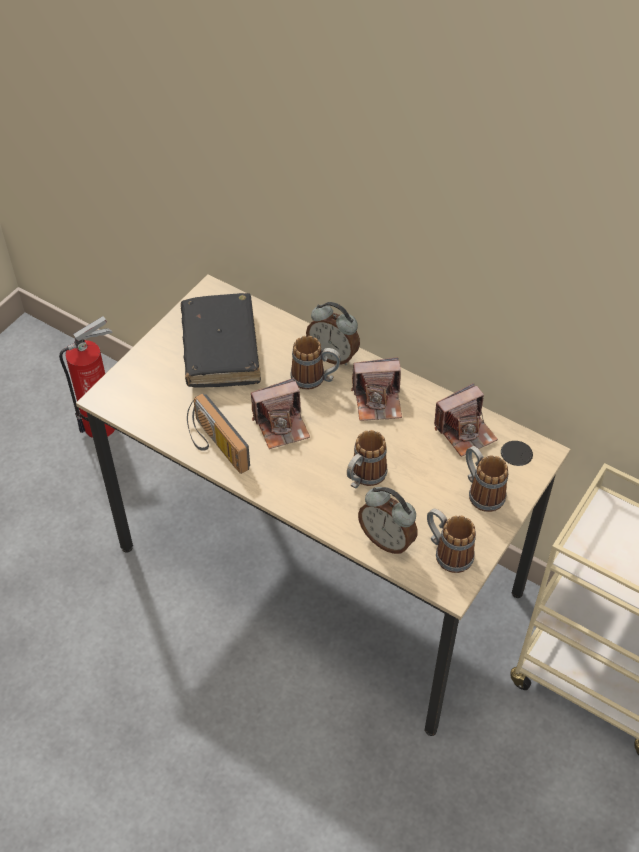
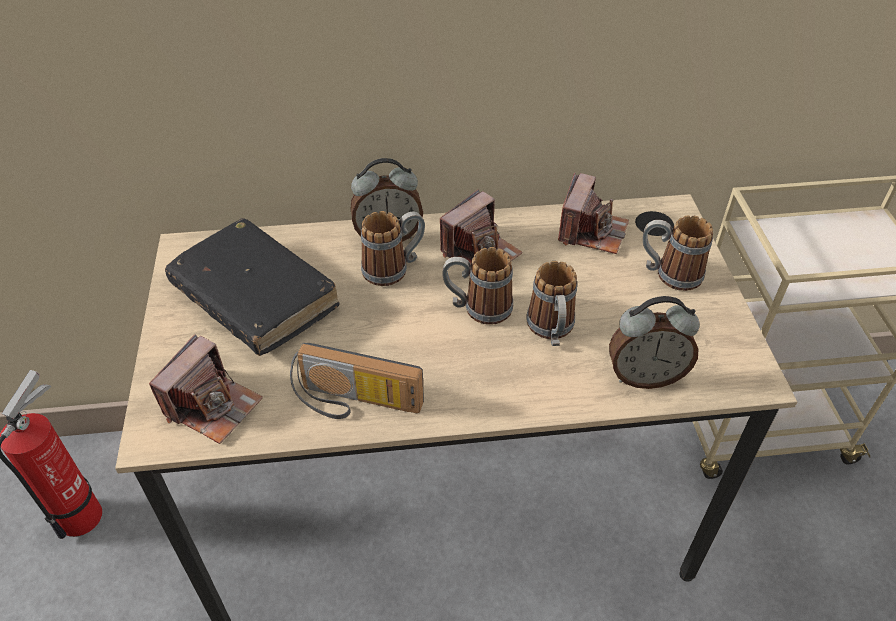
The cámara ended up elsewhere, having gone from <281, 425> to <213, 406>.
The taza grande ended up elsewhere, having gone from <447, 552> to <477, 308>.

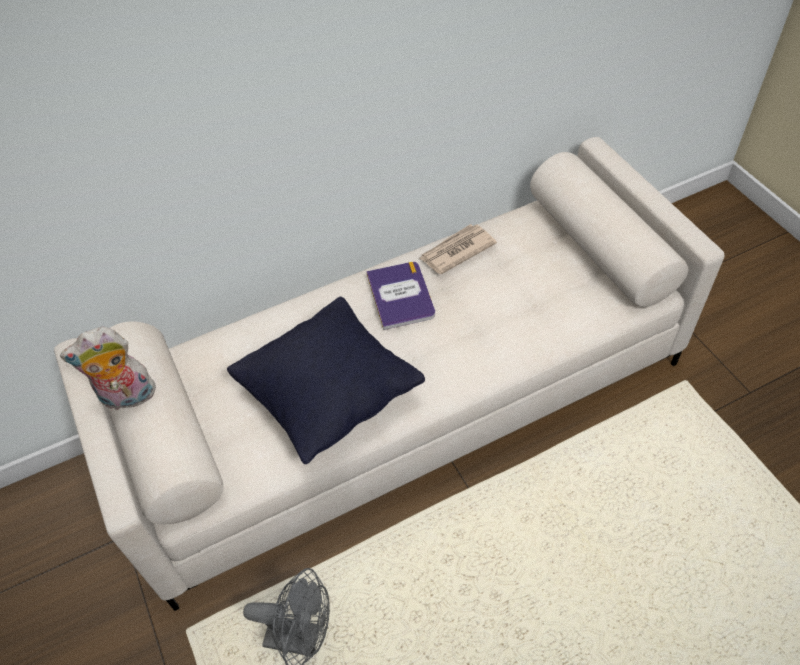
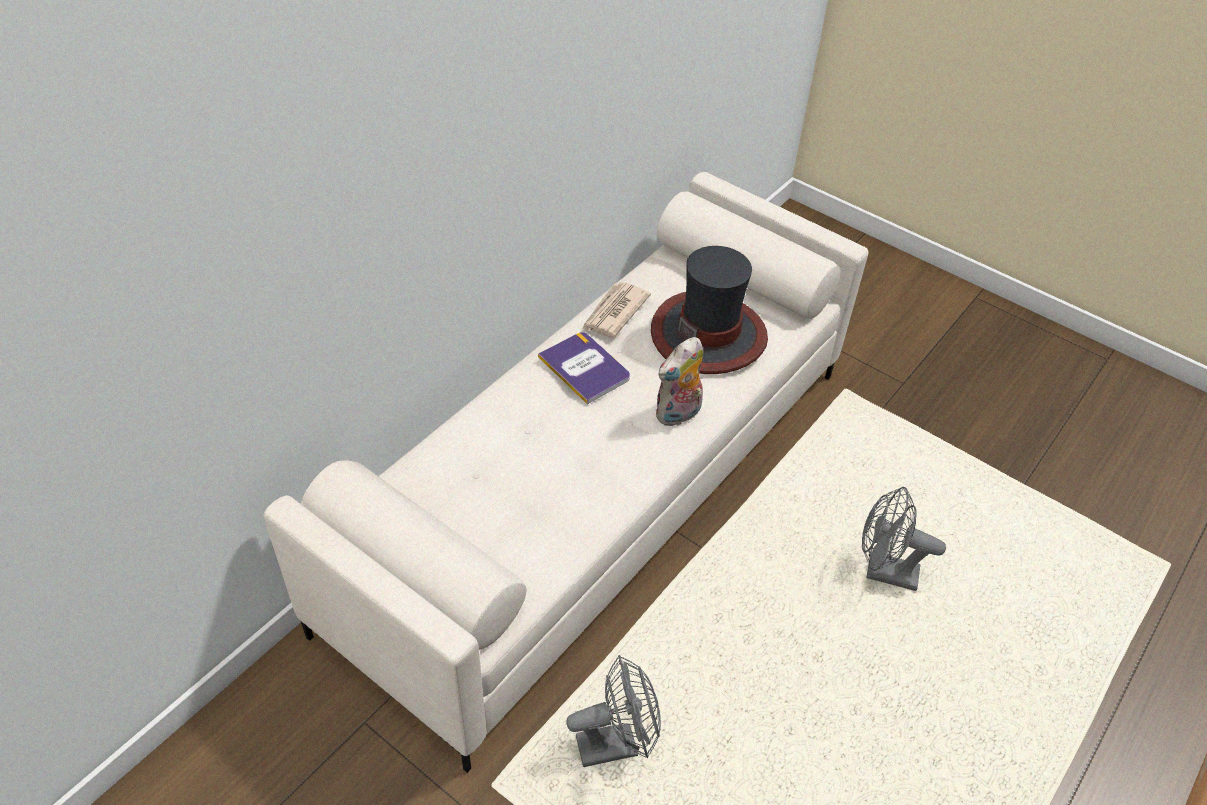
The second view gained the sombrero at <709, 334>.
The peluche ended up elsewhere, having gone from <127, 398> to <678, 415>.
The second view gained the ventilador/gris at <883, 572>.
The second view lost the cojín/negro at <329, 396>.

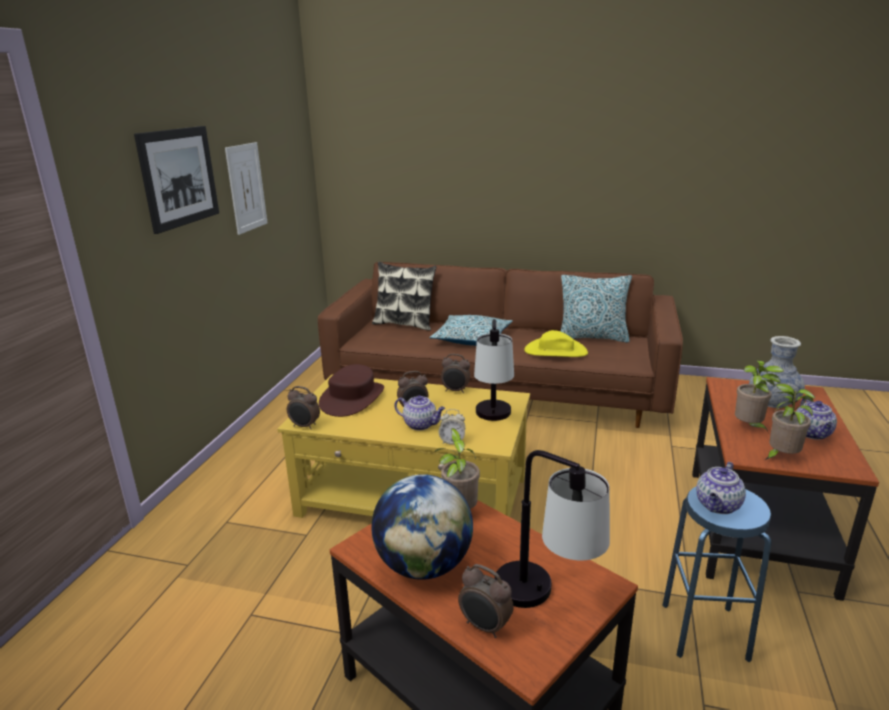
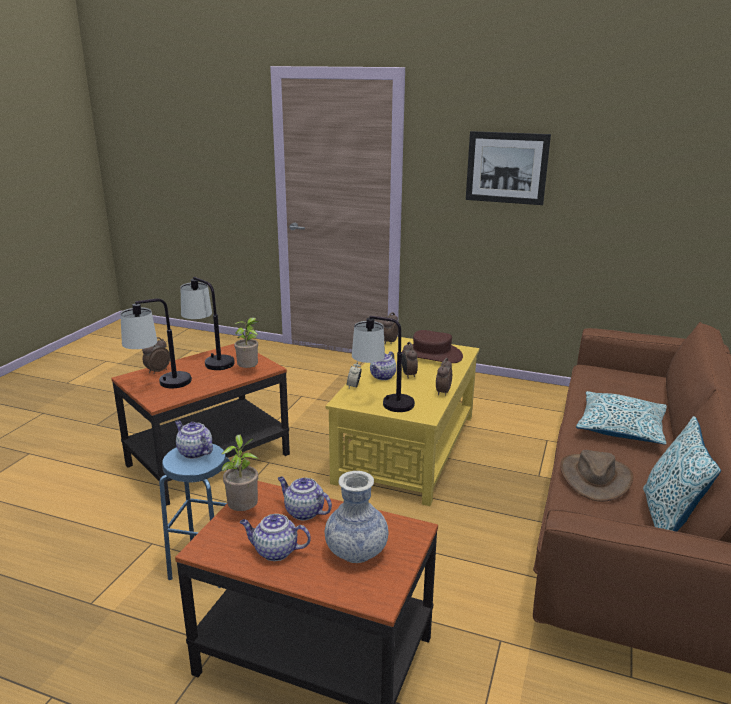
Where the globo terráqueo stood at <424, 565>, the lámpara de mesa came to stand at <209, 361>.
Where the planta en maceta stood at <749, 428>, the tetera came to stand at <303, 512>.
What was the sombrero/amarillo at <555, 351> turned into the sombrero/marrón at <594, 477>.
The second view lost the cuadro at <246, 187>.
The second view lost the cojín at <405, 324>.

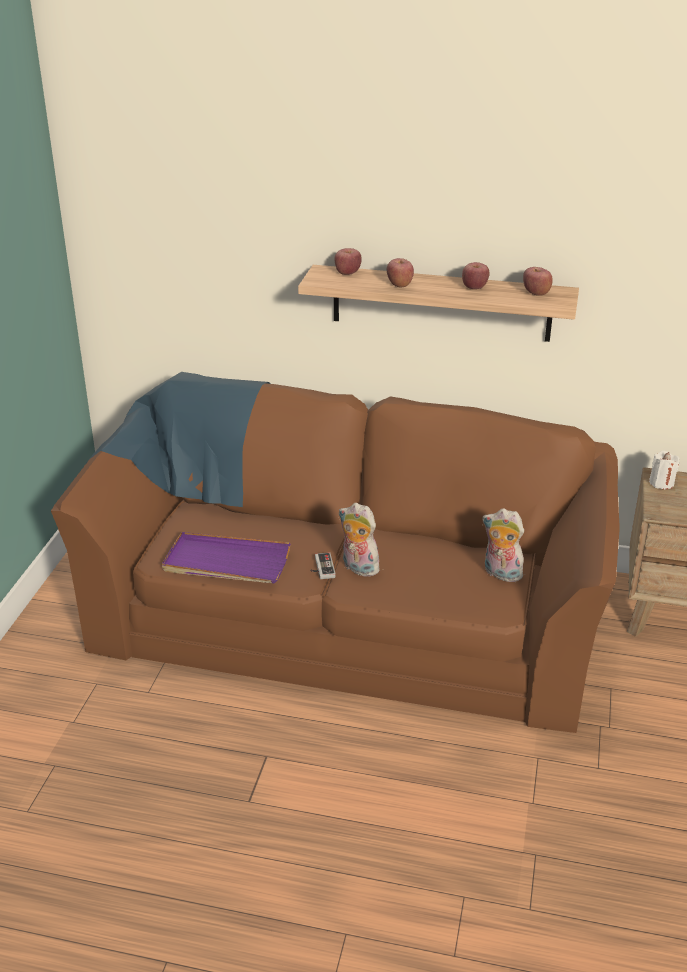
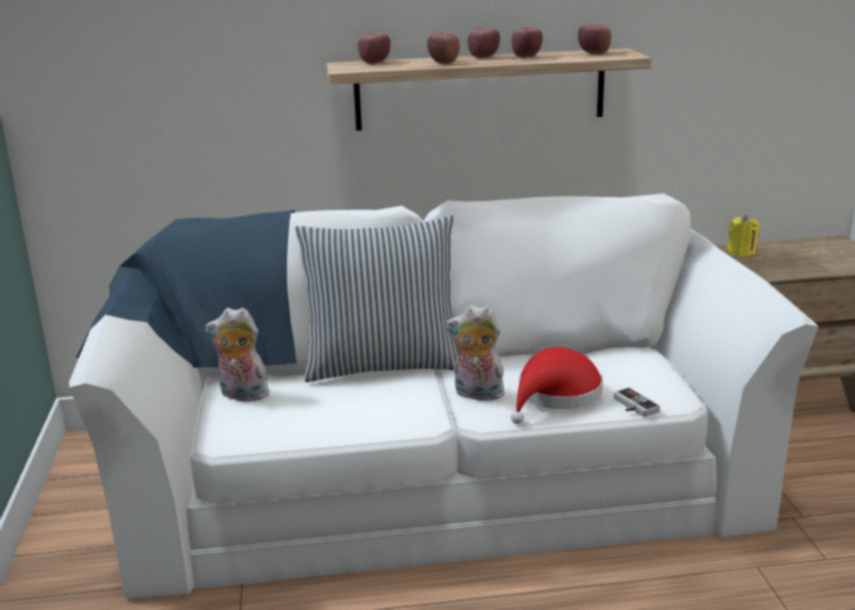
What was the sofá/marrón at <345, 613> turned into the sofá/blanco at <435, 477>.
The peluche ended up elsewhere, having gone from <500, 574> to <242, 396>.
The second view gained the cojín at <382, 365>.
The second view gained the manzana at <483, 57>.
The second view gained the sombrero/rojo at <556, 396>.
The mando de consola ended up elsewhere, having gone from <321, 568> to <632, 406>.
What was the vela/blanco at <661, 483> turned into the vela/amarillo at <741, 252>.
The second view lost the bandeja/morado at <226, 562>.

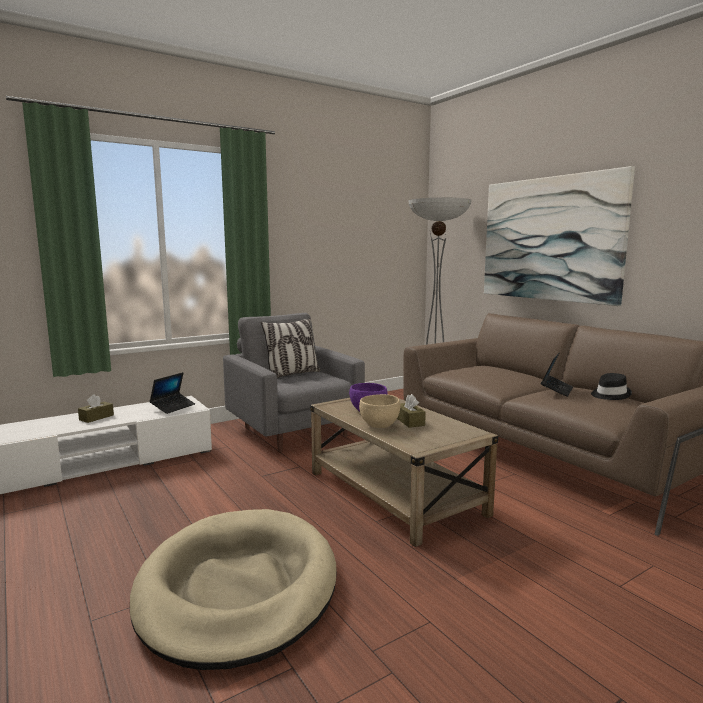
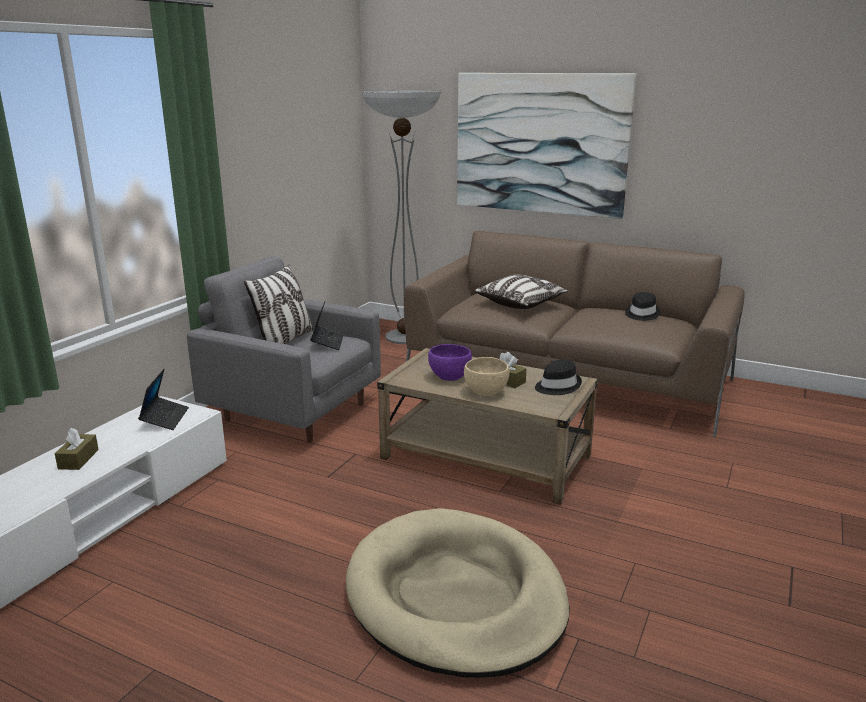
The portátil ended up elsewhere, having gone from <556, 390> to <327, 342>.
The second view gained the cojín at <520, 303>.
The second view gained the sombrero/negro at <557, 386>.

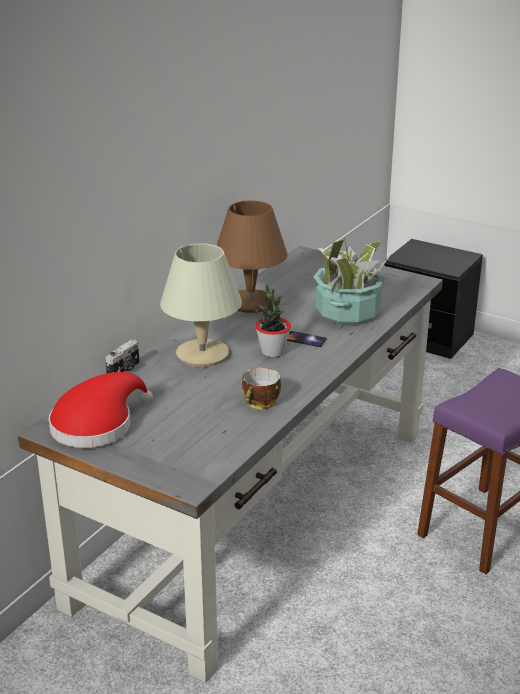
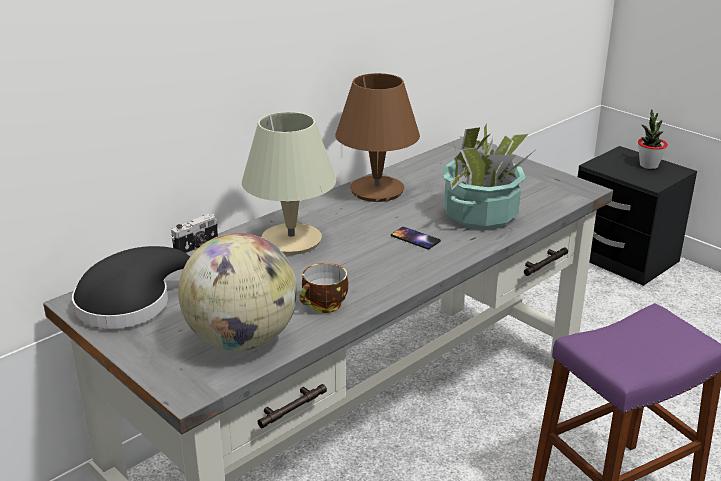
What was the sombrero/rojo at <97, 424> turned into the sombrero/negro at <131, 303>.
The second view gained the globo terráqueo at <242, 340>.
The planta en maceta ended up elsewhere, having gone from <272, 352> to <648, 165>.

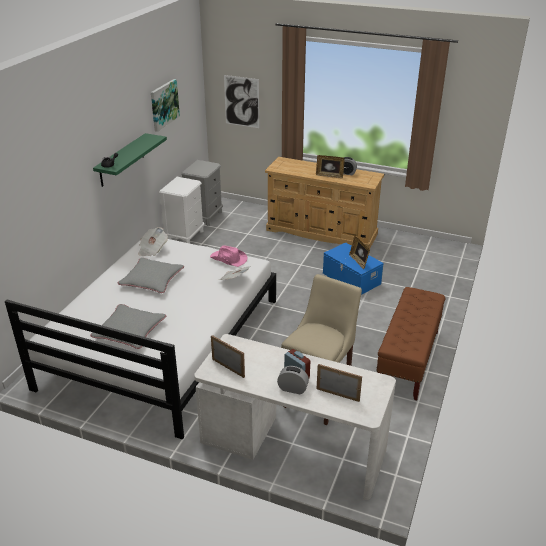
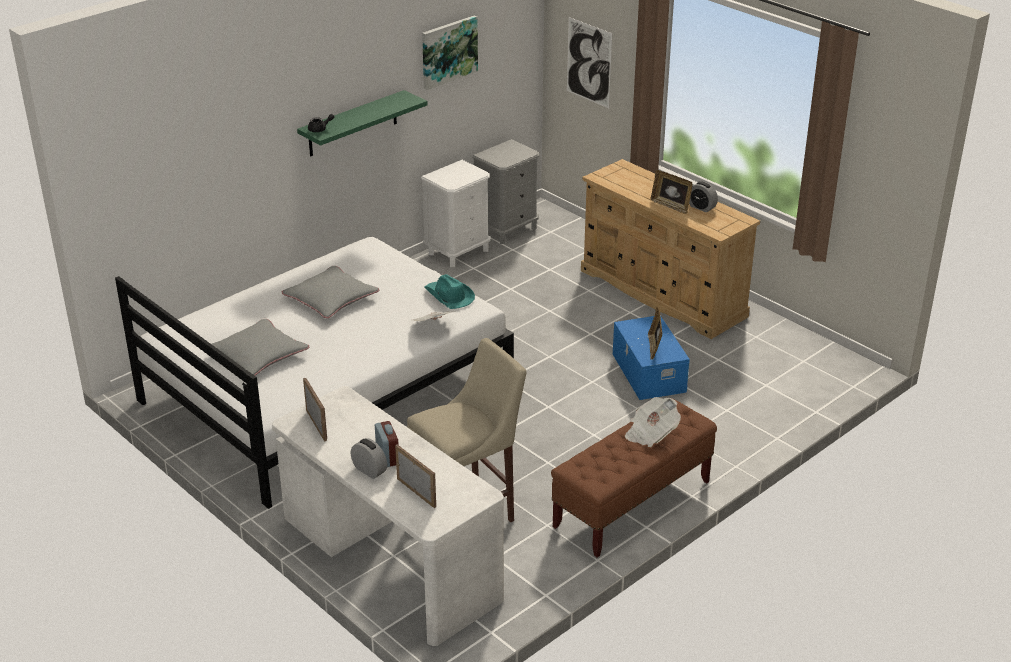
What was the sombrero/rosa at <228, 259> turned into the sombrero/turquesa at <449, 296>.
The periódico ended up elsewhere, having gone from <152, 249> to <651, 433>.

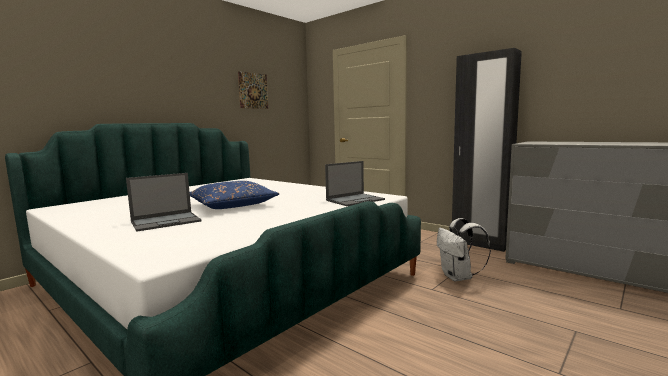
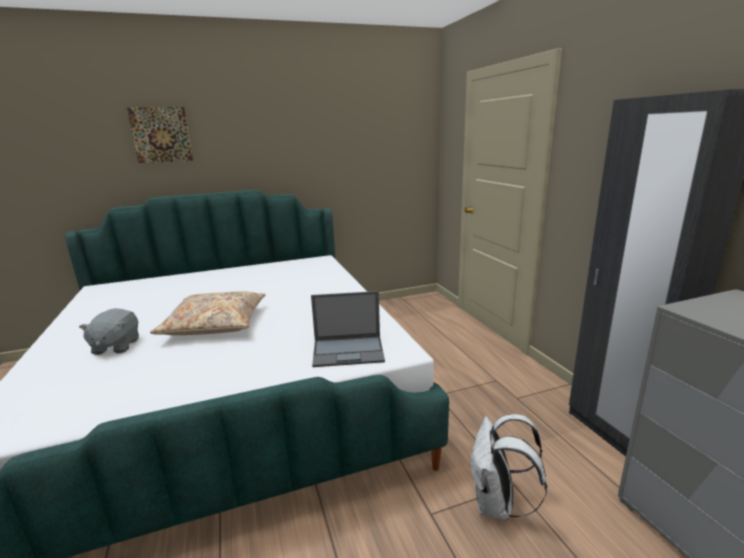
Where the portátil stood at <167, 221>, the peluche/gris came to stand at <116, 346>.
The cuadro ended up elsewhere, having gone from <253, 90> to <161, 135>.
What was the cojín/azul at <232, 205> turned into the cojín/beis at <215, 324>.

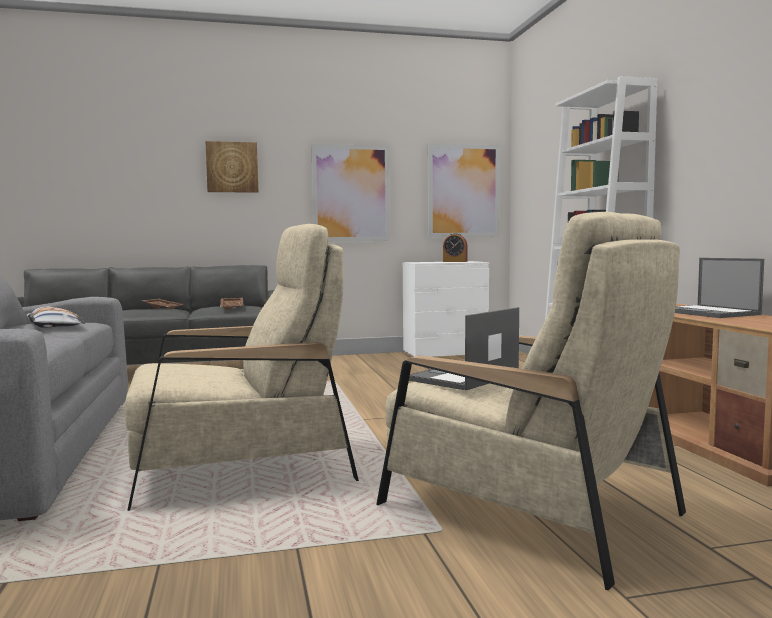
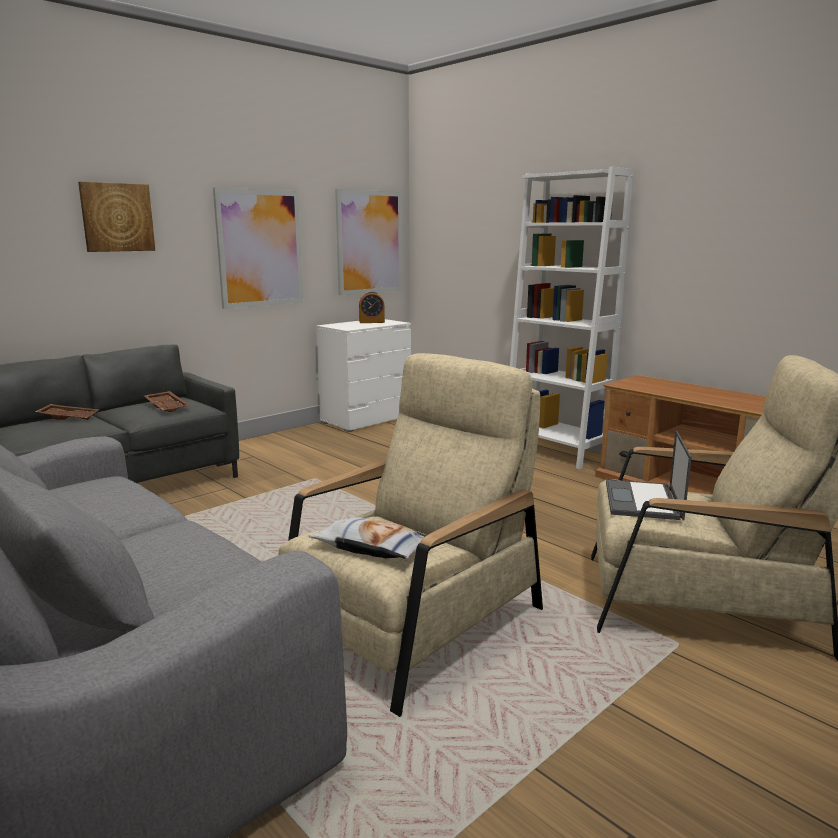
The cojín ended up elsewhere, having gone from <54, 326> to <371, 547>.
The second view lost the portátil at <709, 313>.

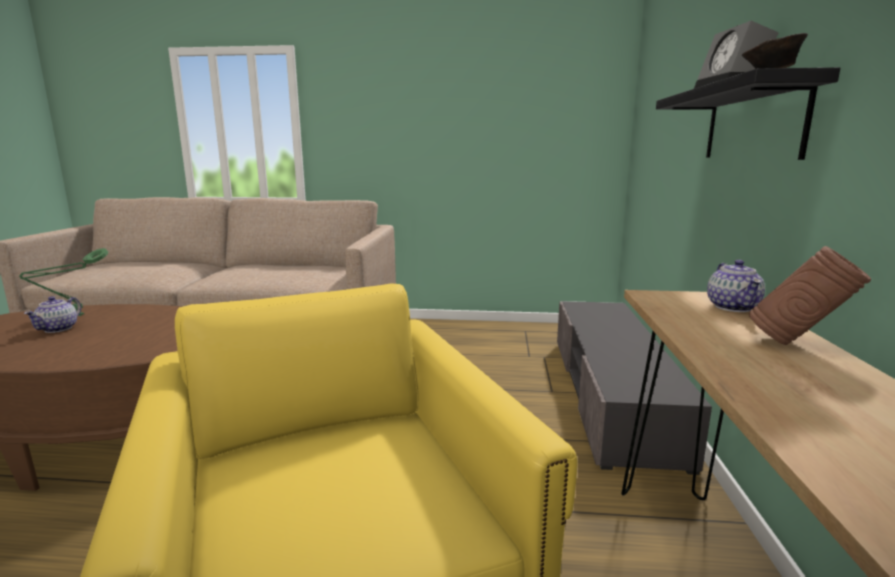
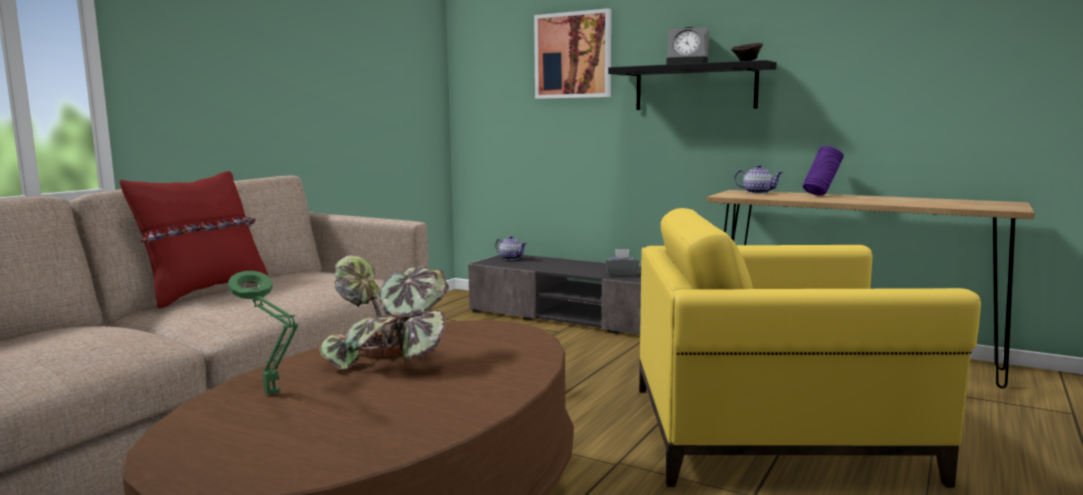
The second view gained the cojín/rojo at <205, 292>.
The second view gained the planta en maceta at <392, 360>.
The tetera ended up elsewhere, having gone from <59, 328> to <511, 258>.
The second view gained the cuadro at <573, 55>.
The second view gained the caja de pañuelos/gris at <621, 275>.
What was the florero/marrón at <796, 345> turned into the florero/morado at <821, 195>.

